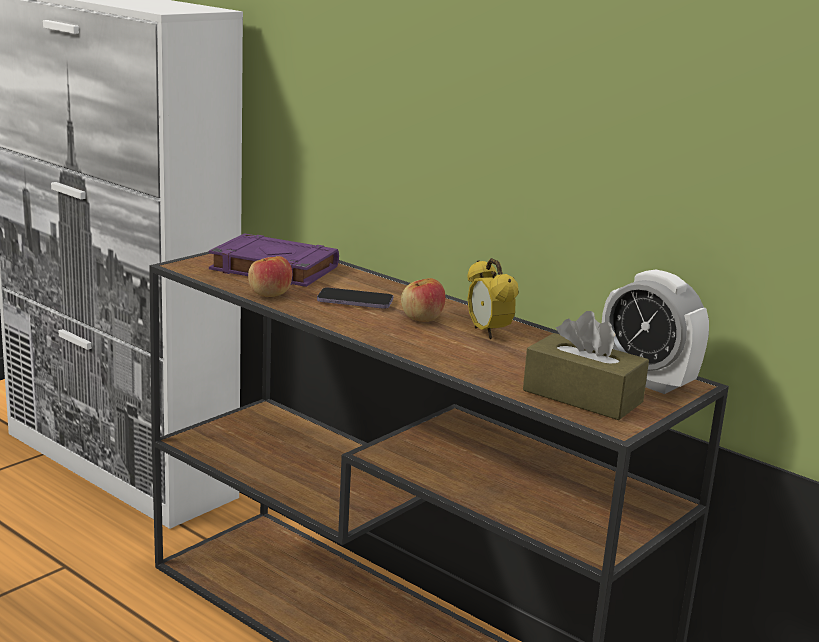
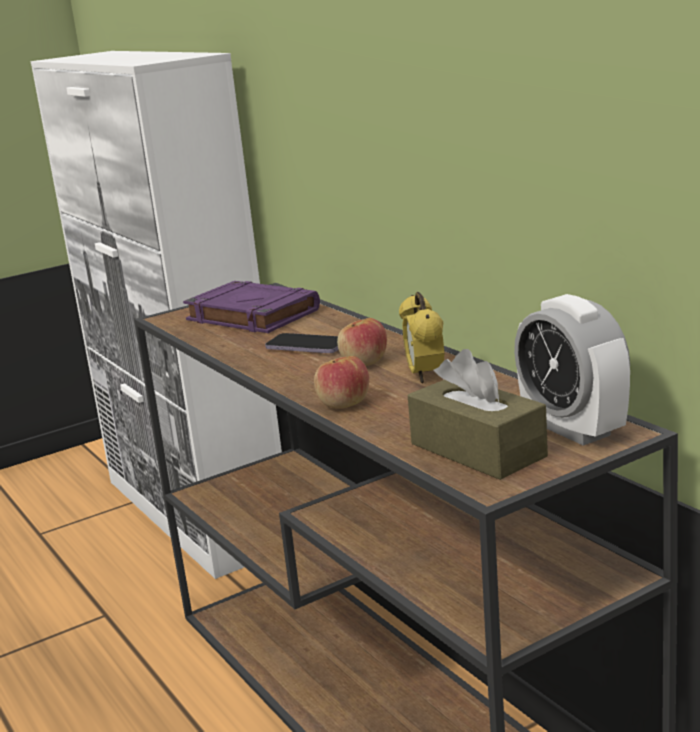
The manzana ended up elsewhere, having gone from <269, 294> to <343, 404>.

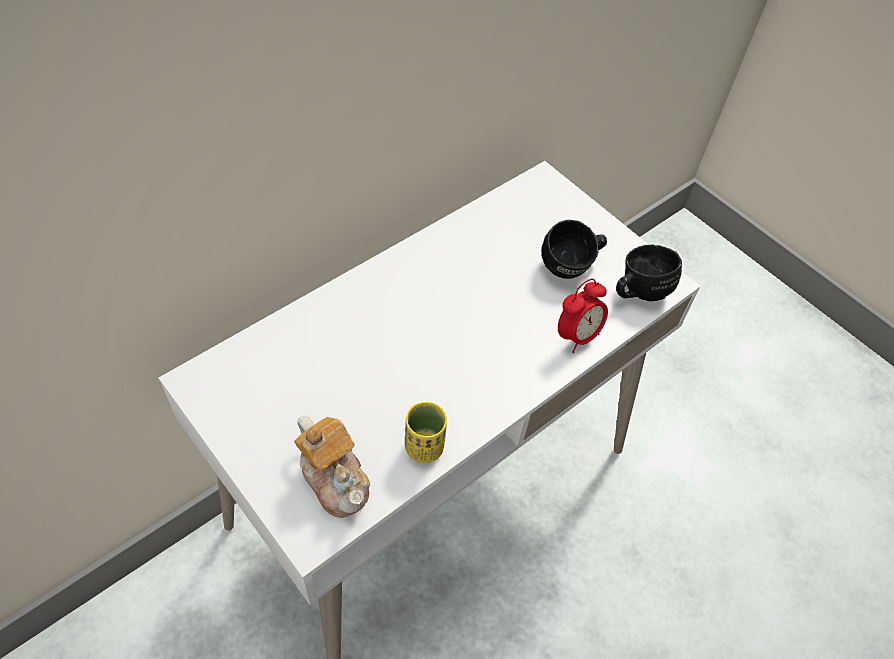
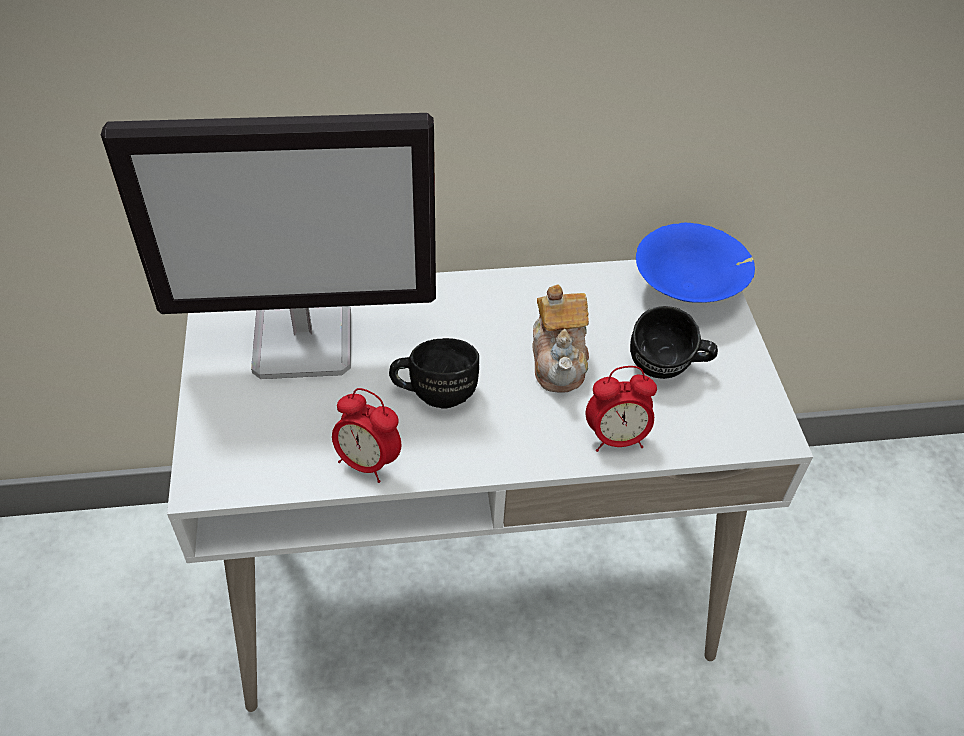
The second view gained the monitor at <305, 341>.
Where the taza/amarillo stood at <424, 447>, the despertador came to stand at <368, 462>.
The taza grande/negro ended up elsewhere, having gone from <638, 290> to <435, 390>.
The tetera ended up elsewhere, having gone from <335, 478> to <559, 359>.
The second view gained the cuenco/azul at <689, 292>.

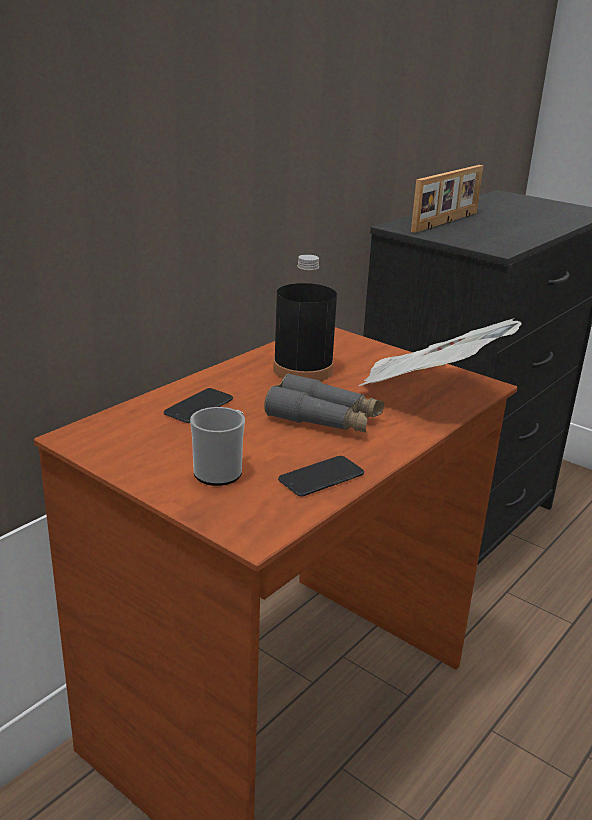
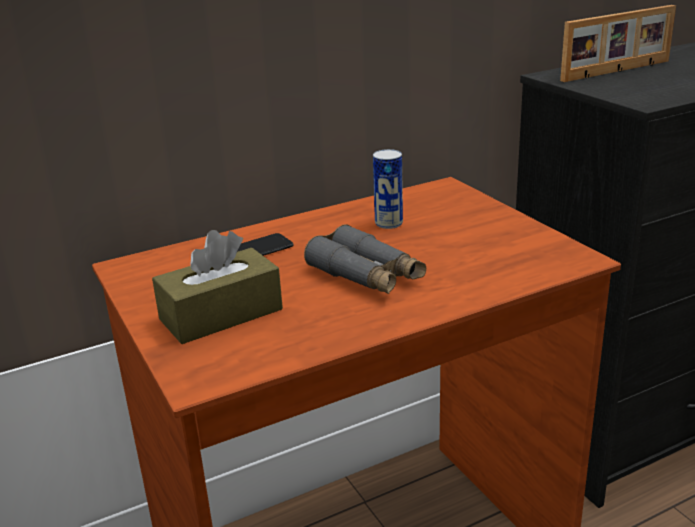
Where the taza grande stood at <221, 471>, the caja de pañuelos/marrón came to stand at <221, 314>.
Where the botella/negro stood at <303, 370>, the lata came to stand at <388, 223>.
The second view lost the móvil at <321, 477>.
The second view lost the periódico at <429, 390>.

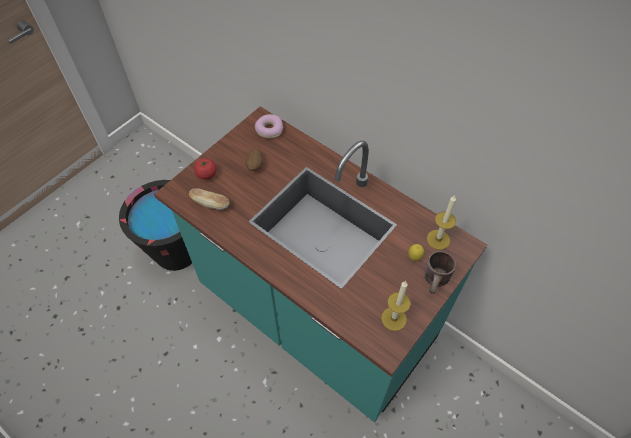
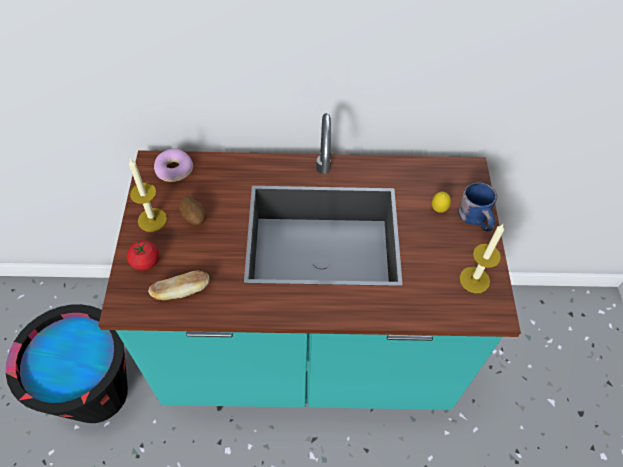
The vela ended up elsewhere, having gone from <438, 239> to <152, 219>.
What was the taza grande/marrón at <437, 281> turned into the taza grande/azul at <477, 218>.

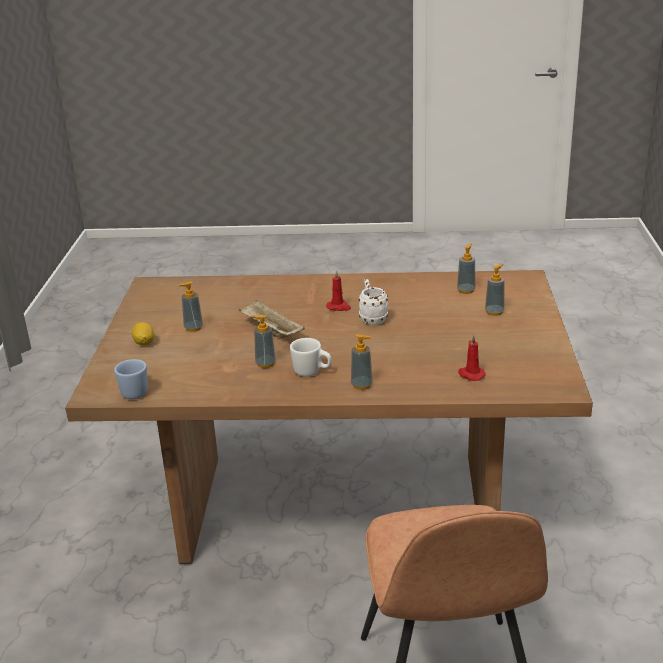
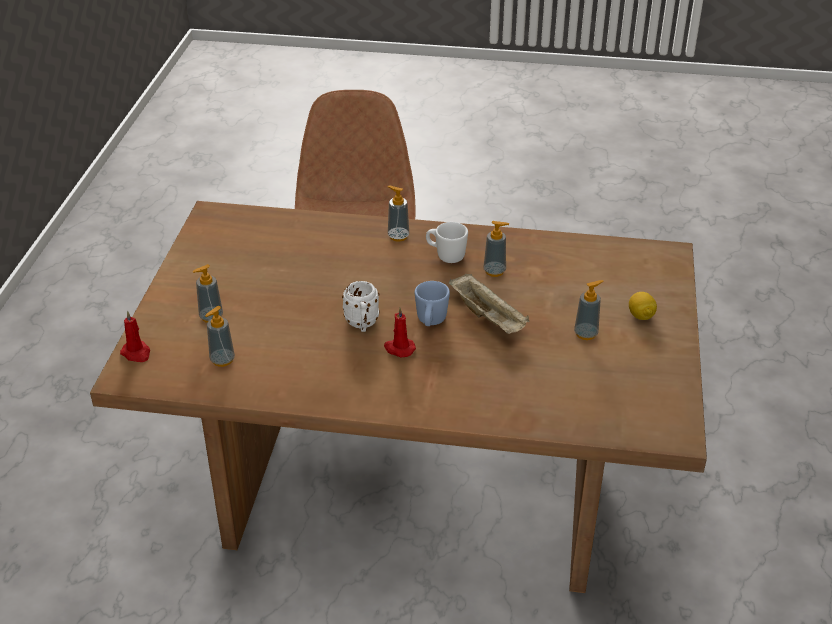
The vela/rojo ended up elsewhere, having gone from <471, 374> to <136, 353>.
The taza grande/azul ended up elsewhere, having gone from <136, 391> to <430, 322>.

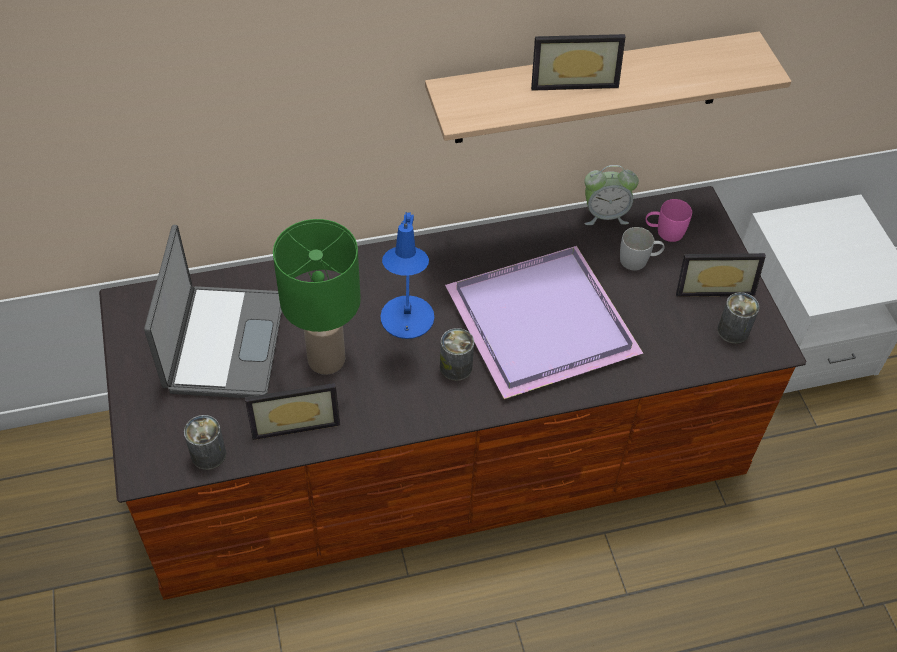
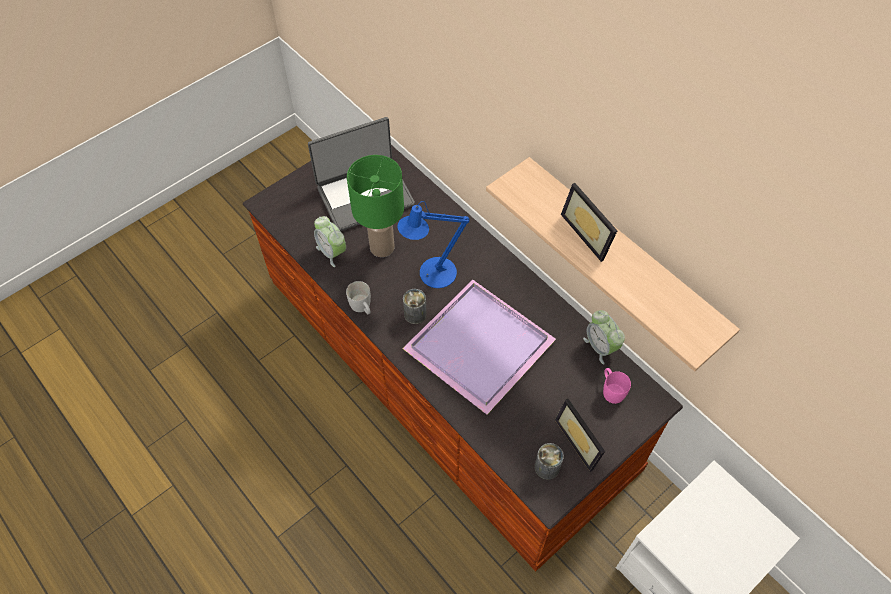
Where the portarretratos stood at <294, 419>, the despertador came to stand at <332, 252>.
The taza grande/blanco ended up elsewhere, having gone from <639, 260> to <362, 307>.
The second view lost the lata at <208, 454>.

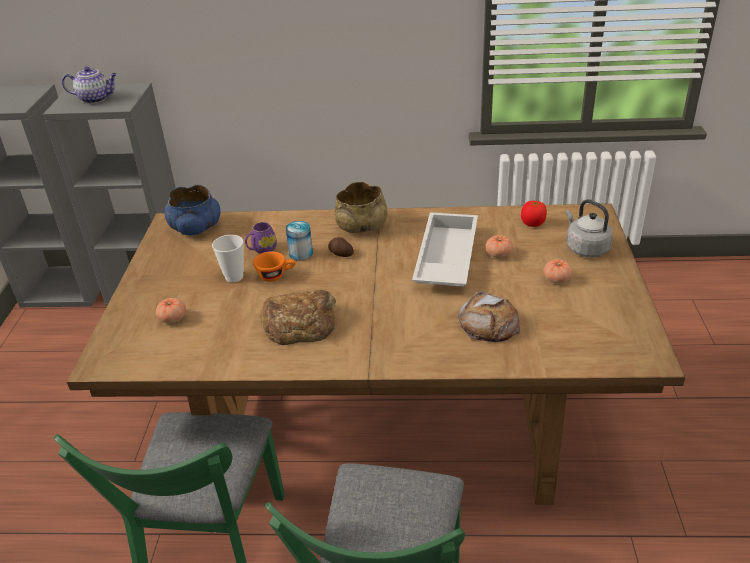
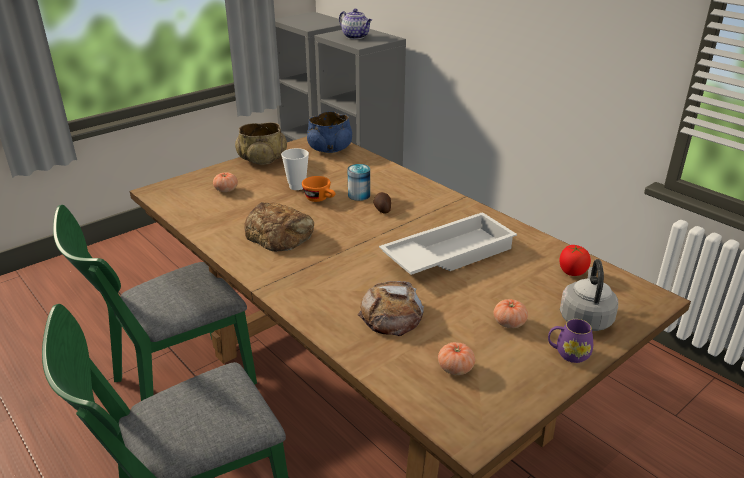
The cuenco/beis ended up elsewhere, having gone from <361, 226> to <262, 160>.
The tomate ended up elsewhere, having gone from <498, 254> to <455, 368>.
The taza grande/morado ended up elsewhere, having gone from <262, 249> to <568, 353>.

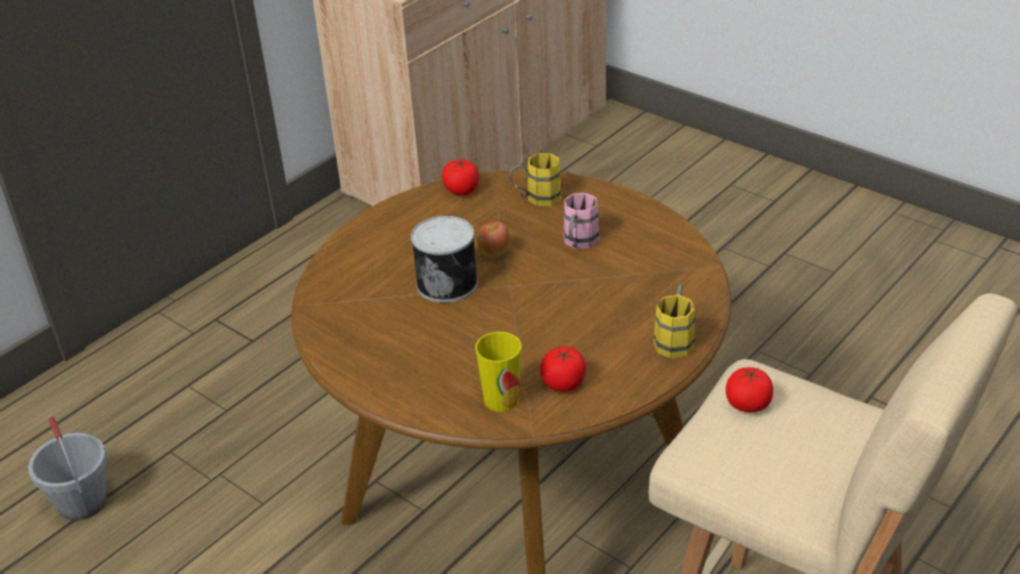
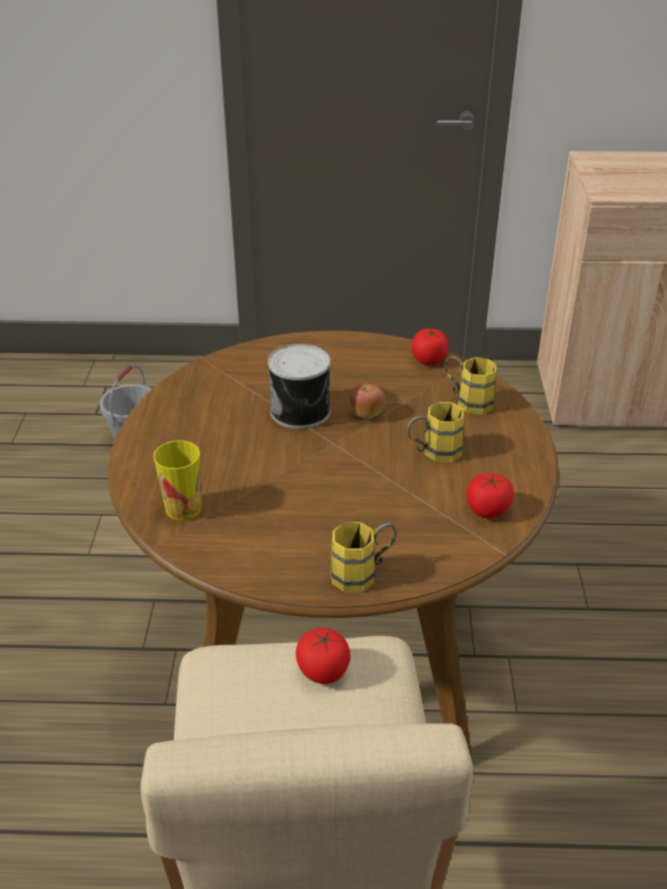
What was the taza grande/rosa at <578, 243> turned into the taza grande/amarillo at <433, 452>.
The tomate ended up elsewhere, having gone from <563, 383> to <487, 510>.

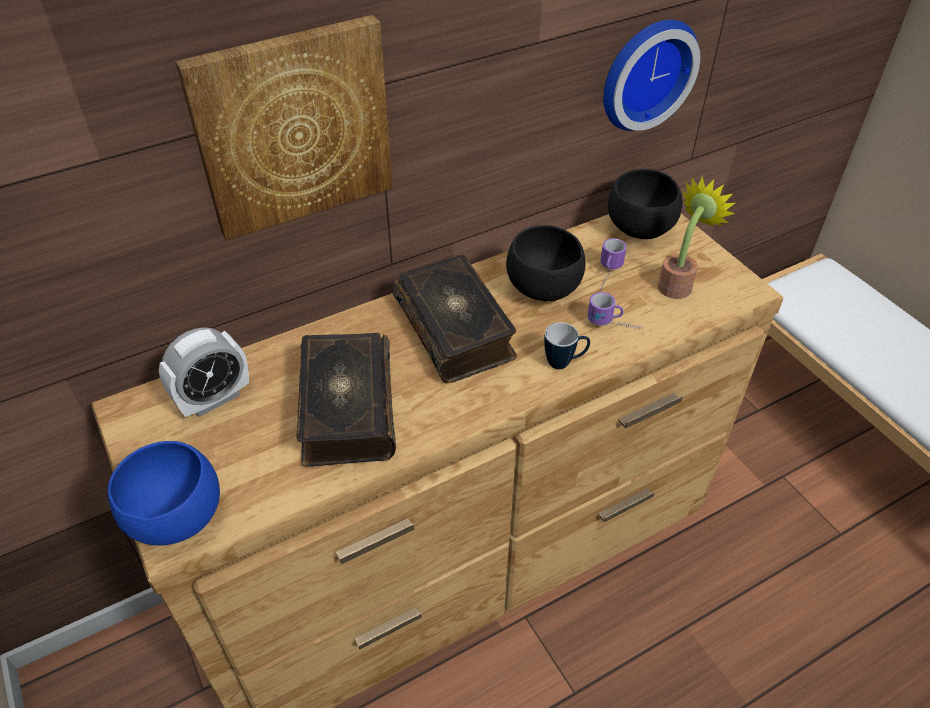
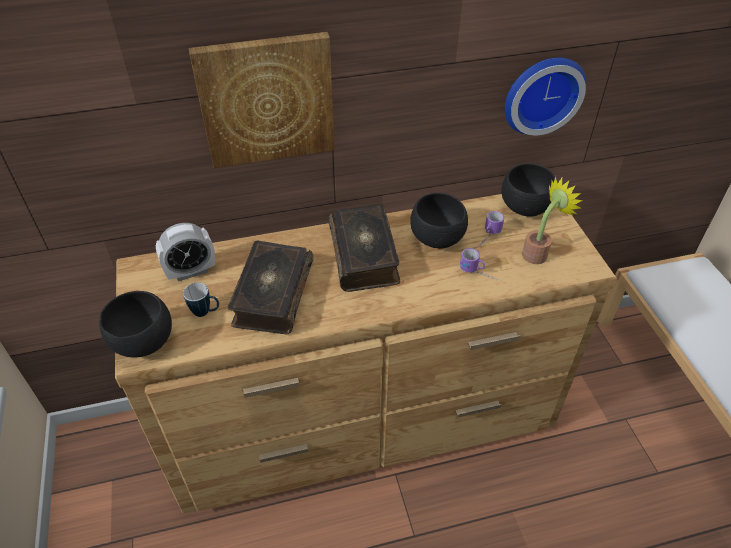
What was the cuenco/azul at <179, 520> turned into the cuenco/negro at <144, 344>.
The taza grande ended up elsewhere, having gone from <564, 362> to <206, 312>.

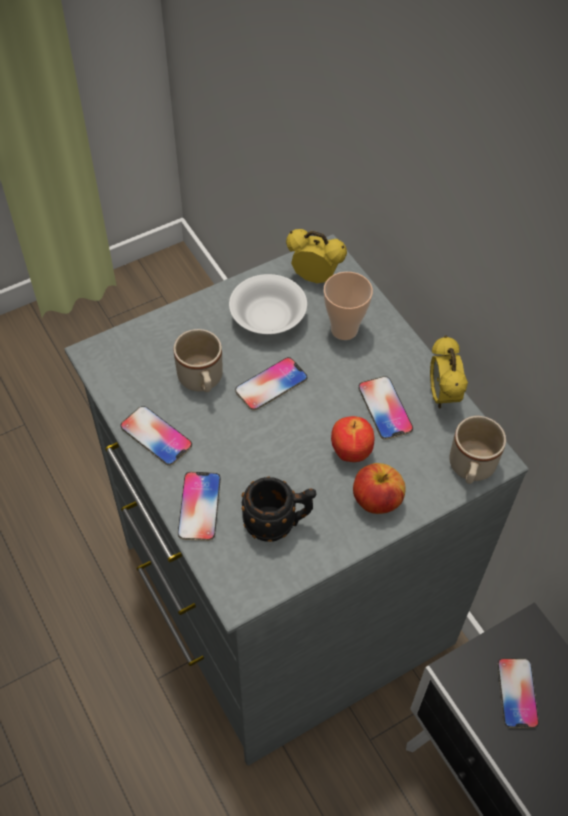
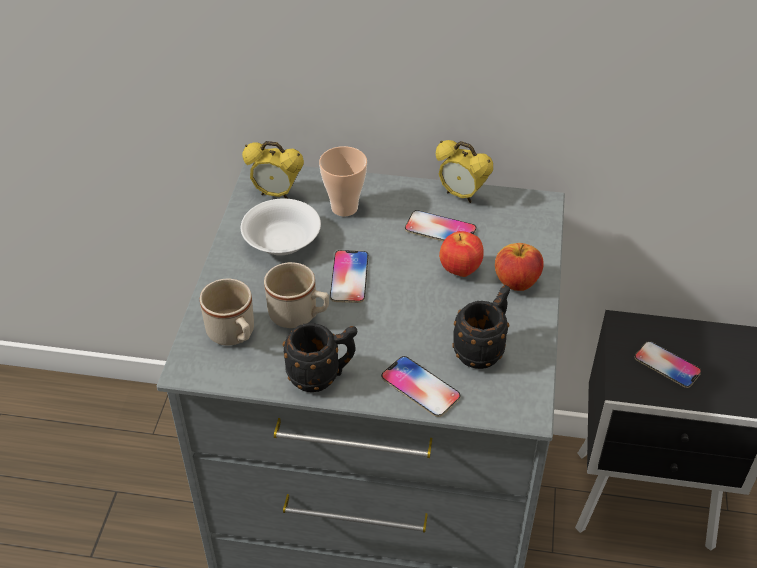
The taza grande/beis ended up elsewhere, having gone from <470, 469> to <234, 335>.
The despertador at <314, 278> ended up facing another way, 135 degrees counterclockwise from before.
Where the móvil stood at <156, 436>, the taza grande/negro came to stand at <322, 375>.

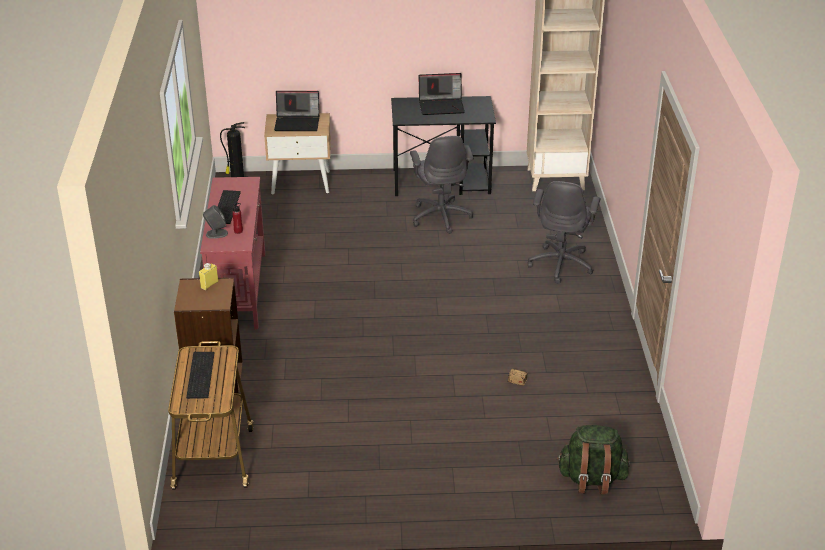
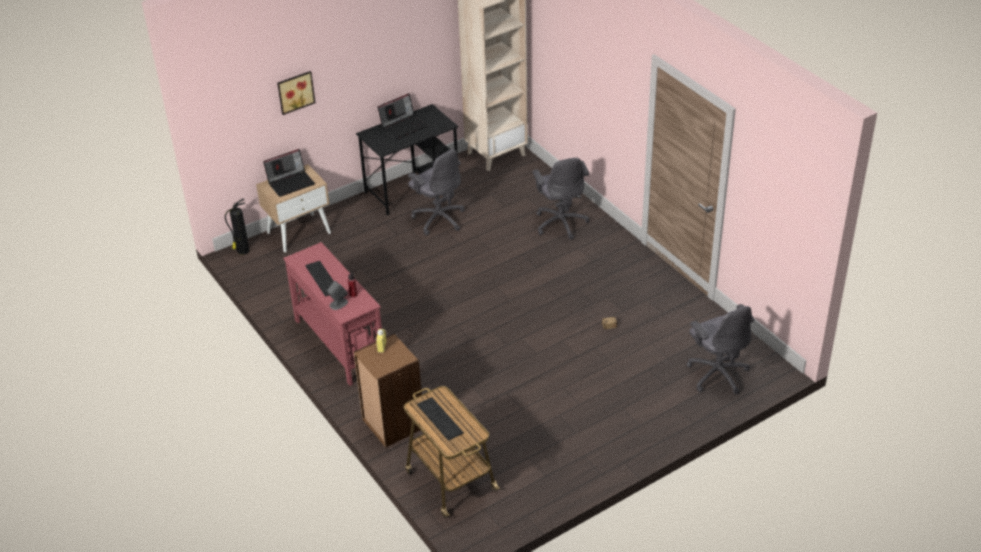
The second view gained the cuadro at <295, 91>.
Where the mochila/verde stood at <591, 479>, the silla de oficina/gris came to stand at <717, 374>.

